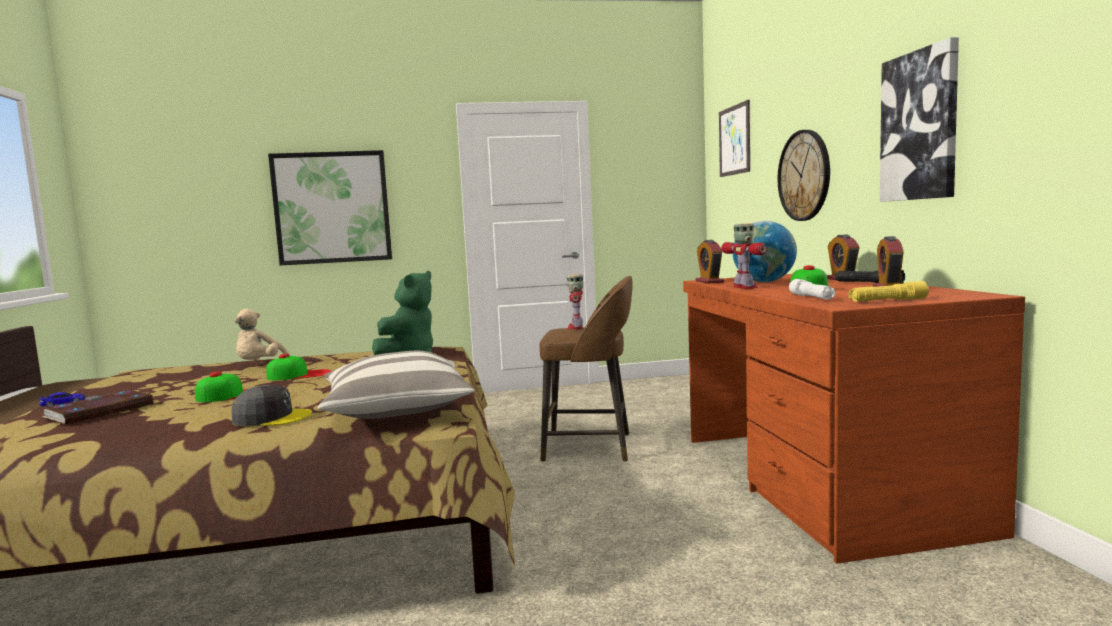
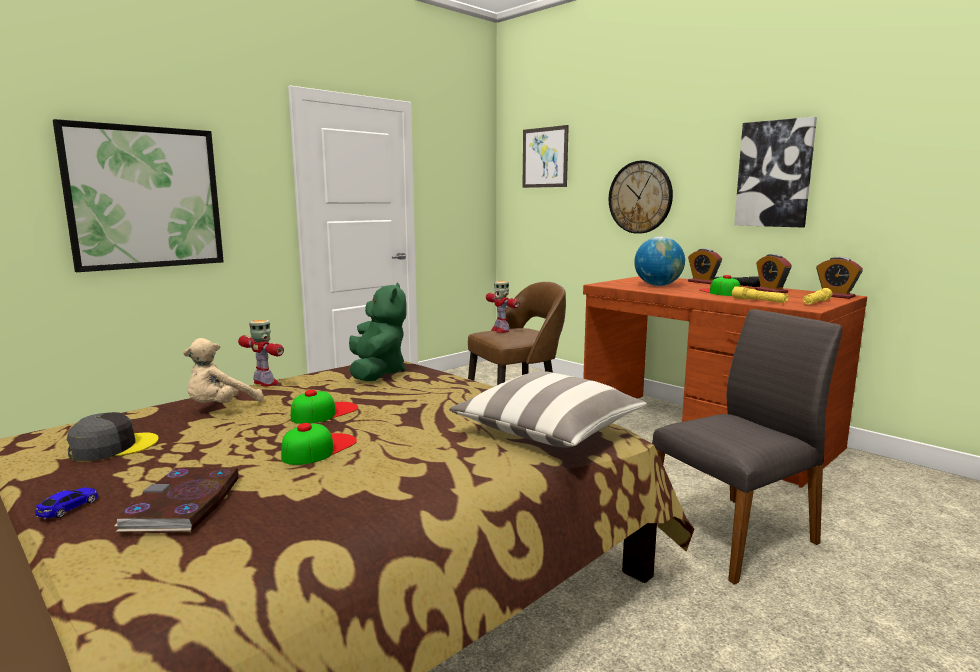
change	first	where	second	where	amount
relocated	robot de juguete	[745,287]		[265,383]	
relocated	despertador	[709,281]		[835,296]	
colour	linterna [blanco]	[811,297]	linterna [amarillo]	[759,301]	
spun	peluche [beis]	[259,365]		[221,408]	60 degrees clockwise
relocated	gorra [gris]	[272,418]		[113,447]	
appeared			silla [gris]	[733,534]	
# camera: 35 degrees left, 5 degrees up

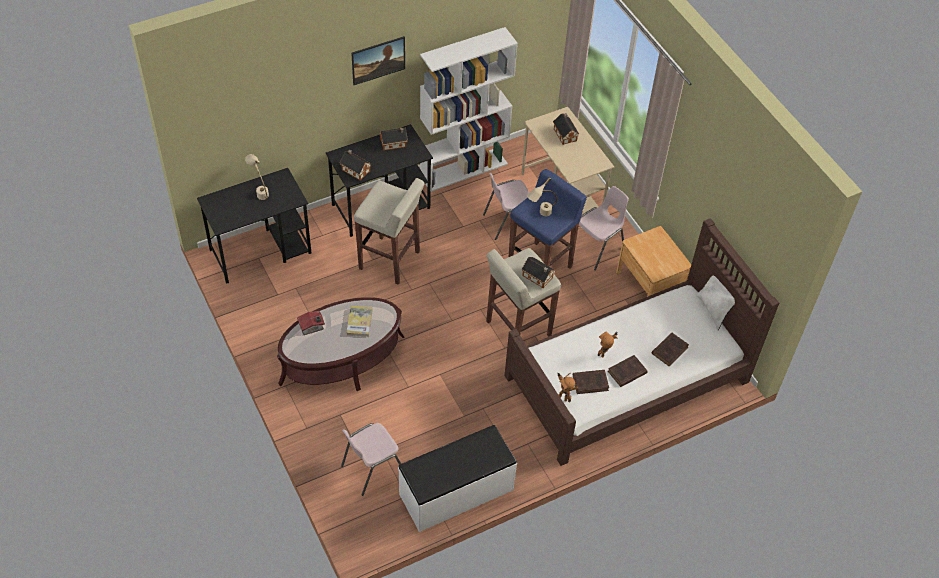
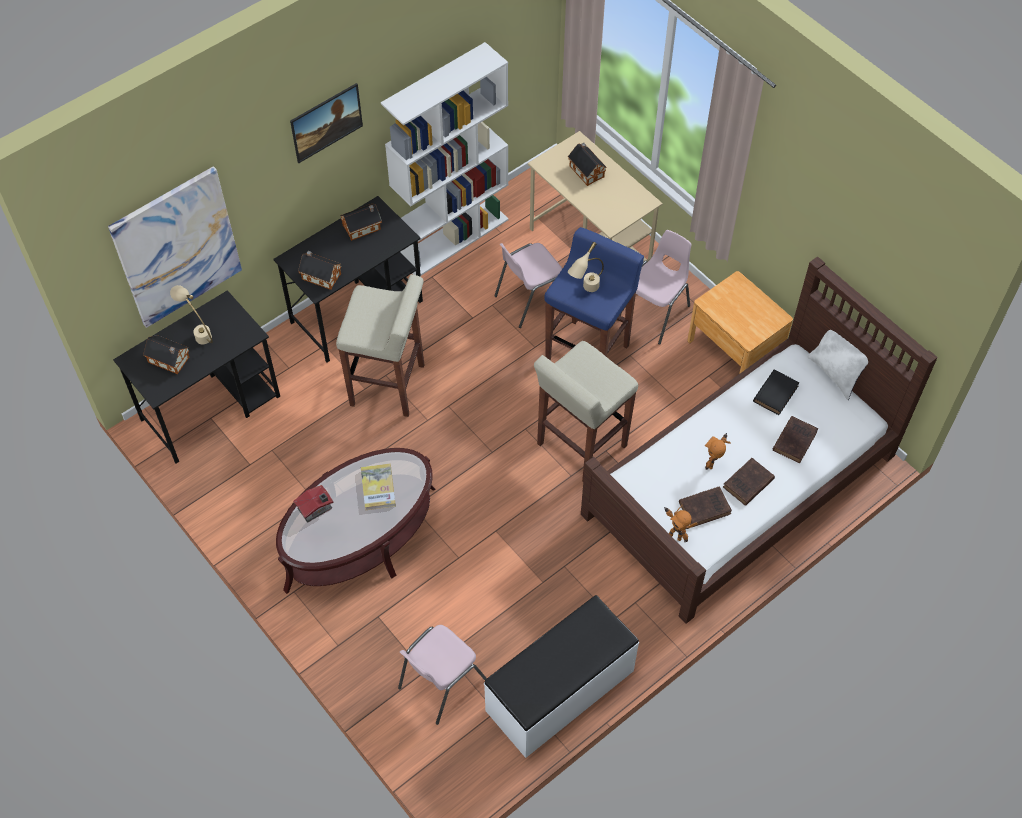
change	first	where	second	where	amount
relocated	casita	[538,277]		[170,360]	
appeared			cuadro	[177,247]	
appeared			libro [negro]	[776,393]	
# camera: 10 degrees left, 5 degrees up

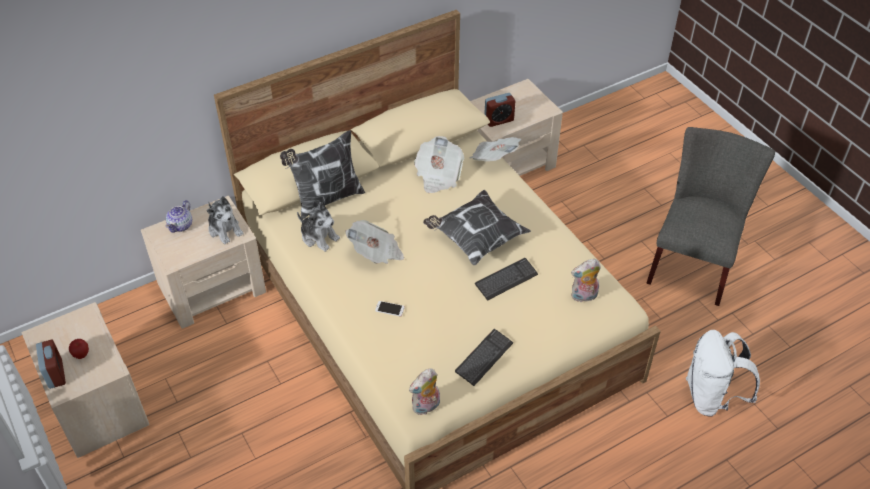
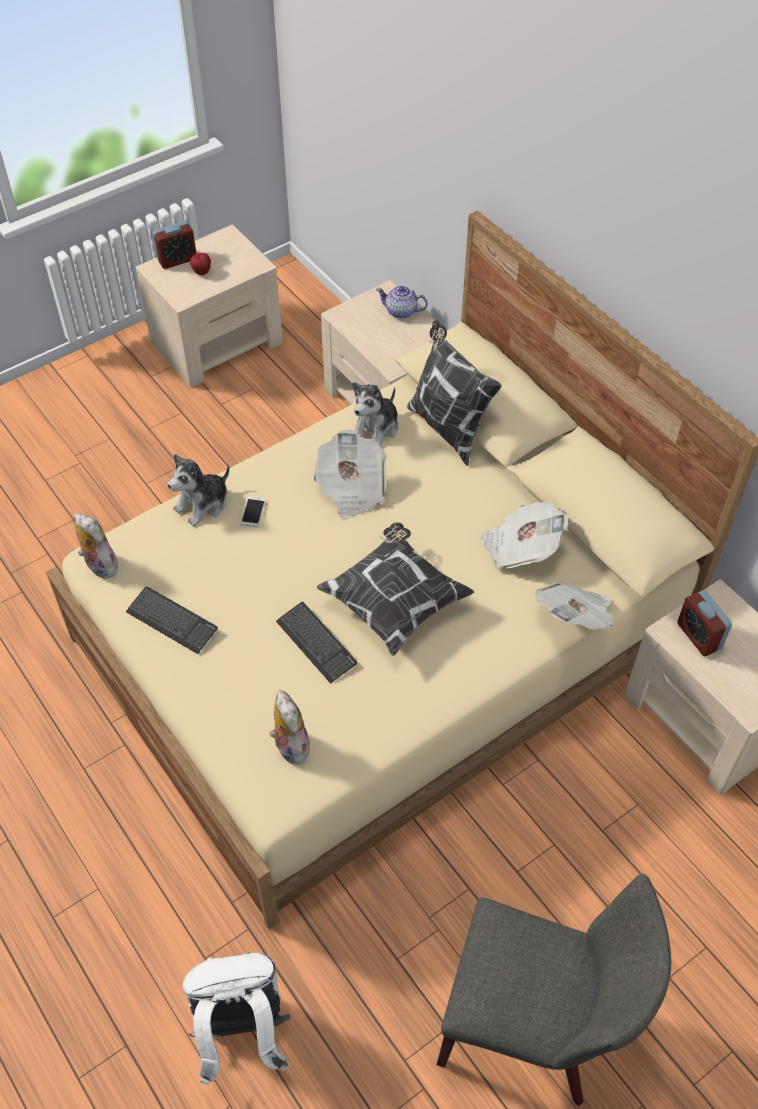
change	first	where	second	where	amount
relocated	peluche	[225,229]		[203,504]	
# camera: 85 degrees right, 5 degrees up

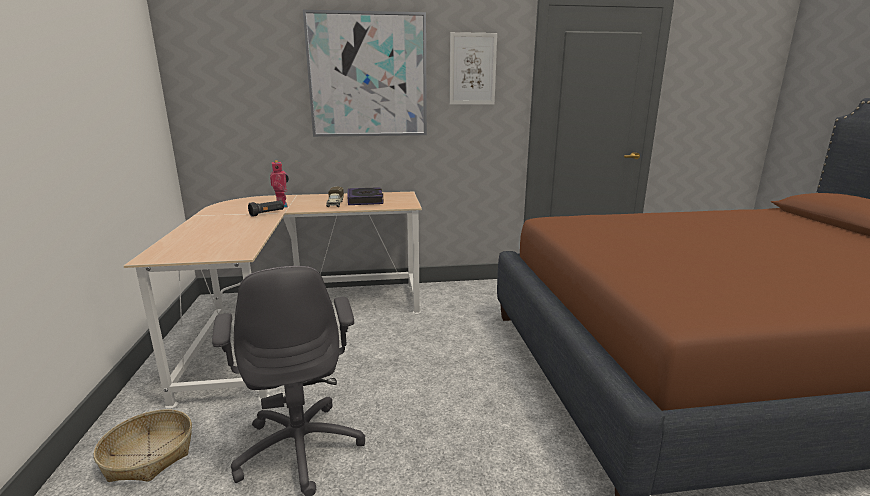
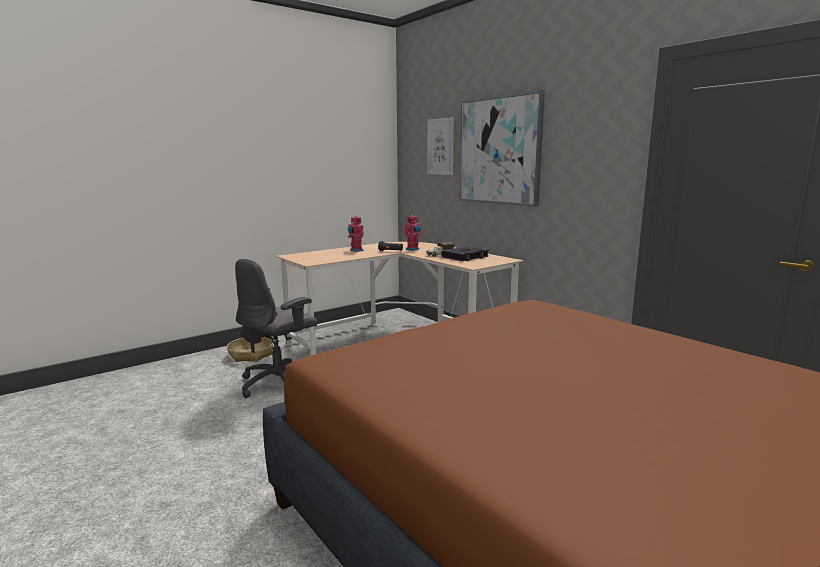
change	first	where	second	where	amount
relocated	cuadro	[472,69]		[440,147]	
appeared			robot de juguete	[356,250]	
# camera: 60 degrees right, 5 degrees down

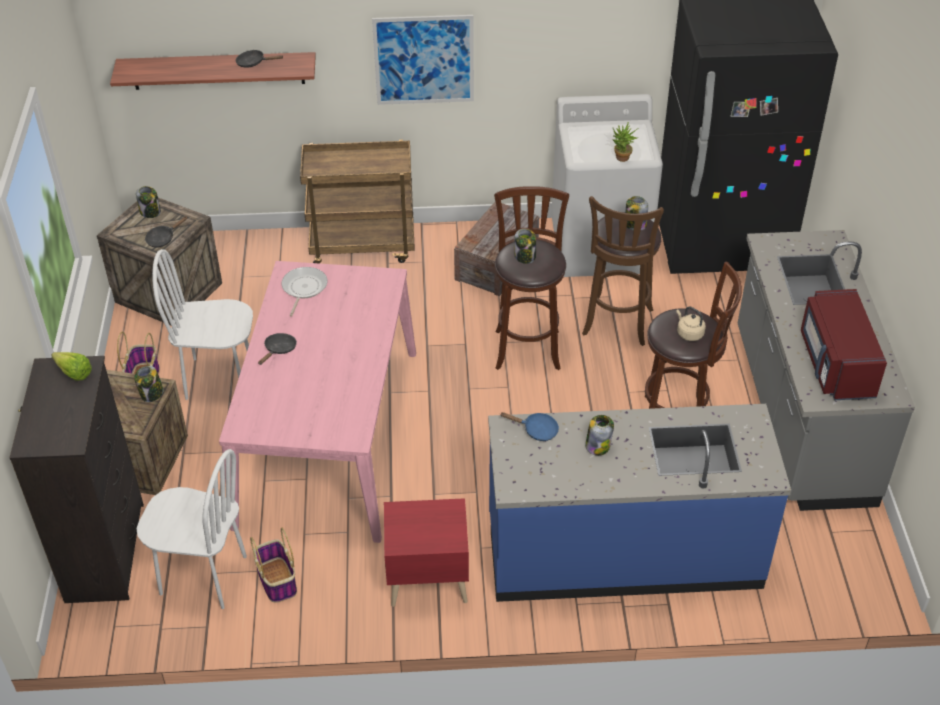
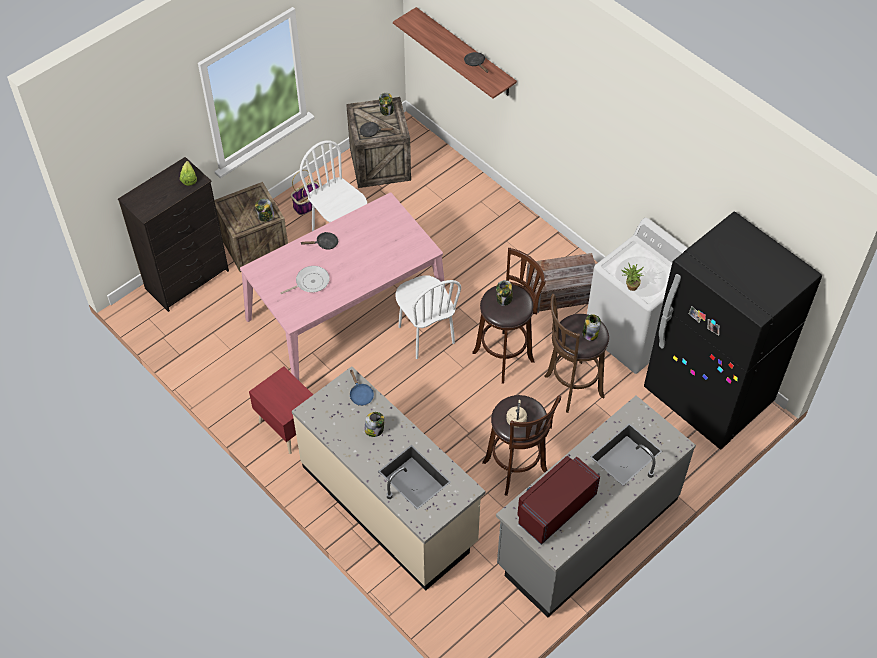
change	first	where	second	where	amount
missing	cuadro	[424,60]			
missing	carrito [marrón]	[363,246]			
relocated	sartén	[303,288]		[310,282]	
colour	mueble bajo de cocina [azul]	[623,552]	mueble bajo de cocina [beis]	[389,504]	
relocated	silla [blanco]	[203,576]		[426,335]	
missing	cesta	[276,580]			
# camera: 50 degrees right, 10 degrees up

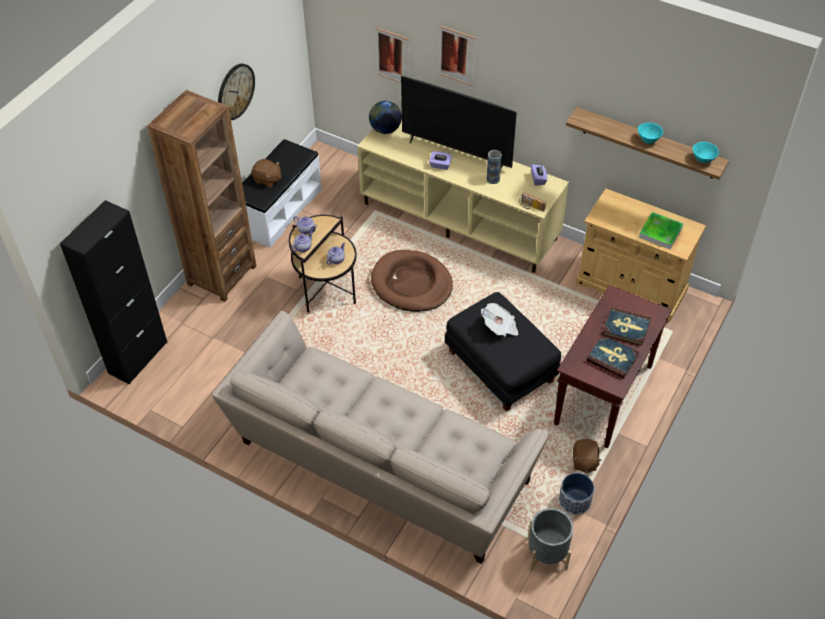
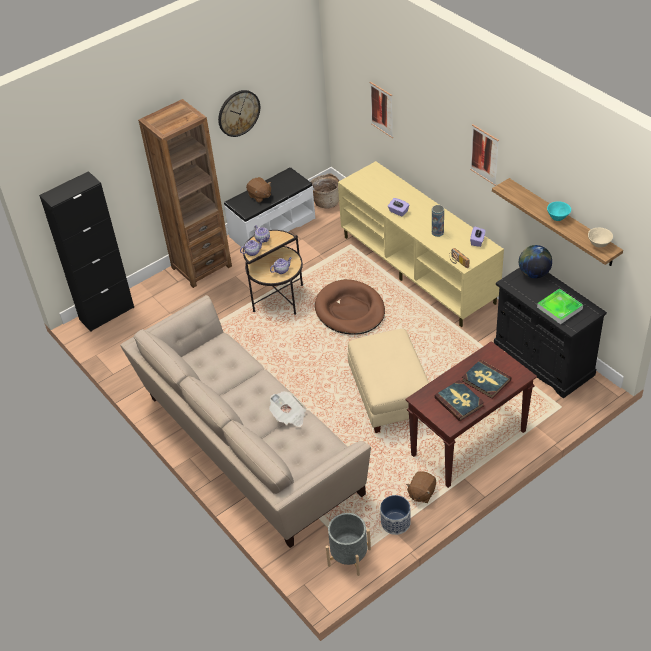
change	first	where	second	where	amount
relocated	cuadro	[457,56]		[484,154]	
missing	televisor	[456,153]			
relocated	globo terráqueo	[385,129]		[534,273]	
colour	cuenco [turquesa]	[703,159]	cuenco [beis]	[598,244]	
colour	armario [beis]	[631,287]	armario [negro]	[543,360]	
colour	puf [negro]	[501,367]	puf [beis]	[391,396]	
relocated	periódico	[500,327]		[289,416]	
appeared			cesta	[326,201]	
# camera: 25 degrees right, 5 degrees down

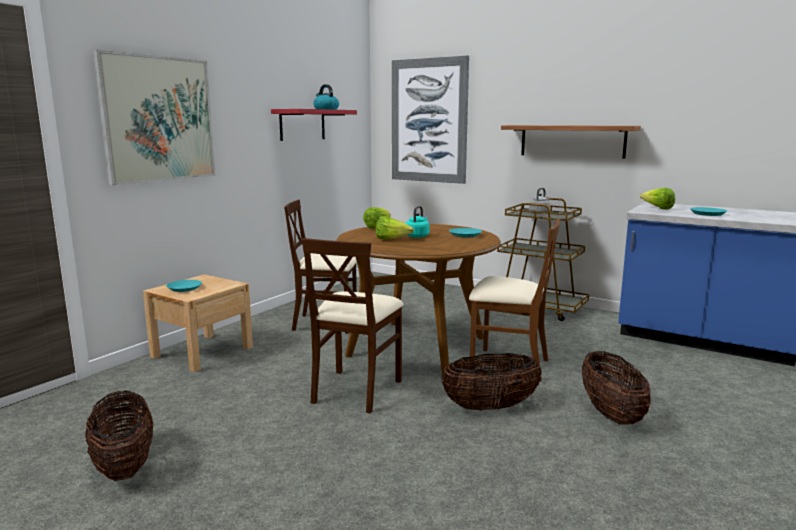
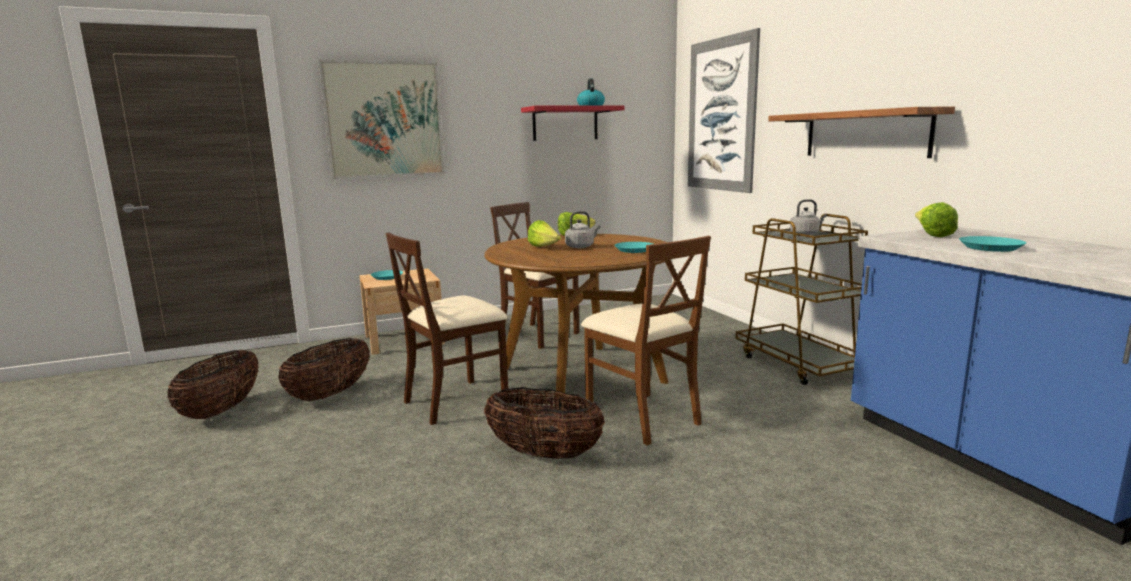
change	first	where	second	where	amount
colour	hervidor [turquesa]	[417,236]	hervidor [gris]	[581,246]	
relocated	cesta	[611,414]		[330,394]	
# camera: 35 degrees right, 0 degrees up

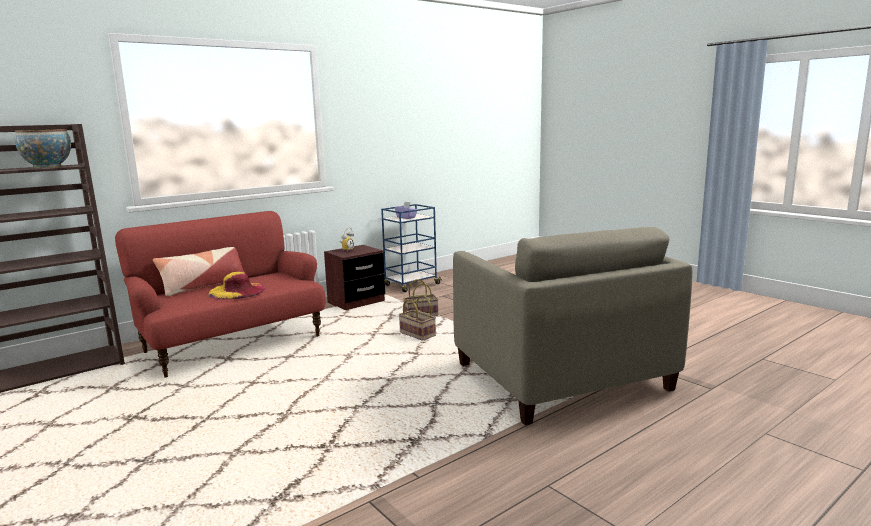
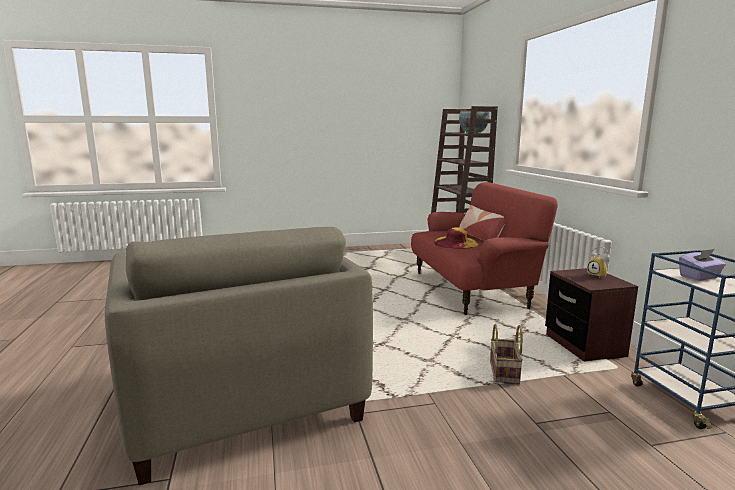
change	first	where	second	where	amount
spun	sillón [beis]	[560,376]		[241,400]	120 degrees counterclockwise
missing	cesta	[416,334]			
# camera: 115 degrees right, 0 degrees up

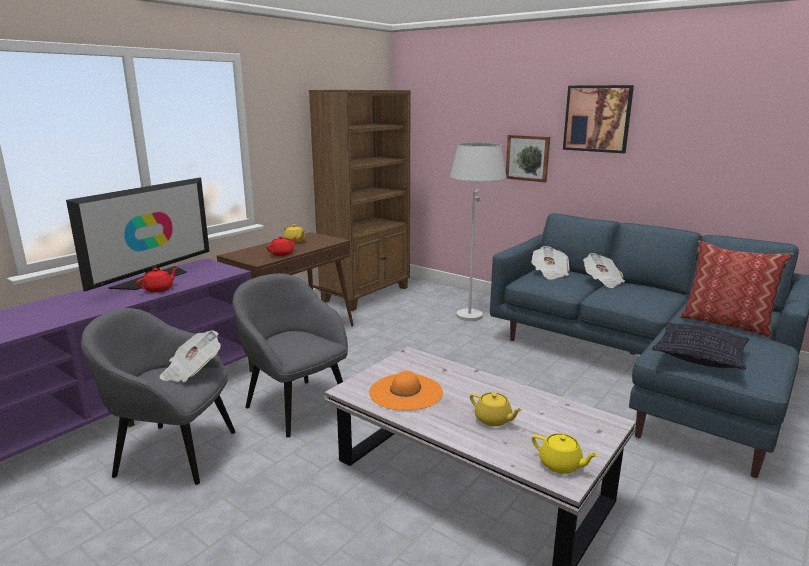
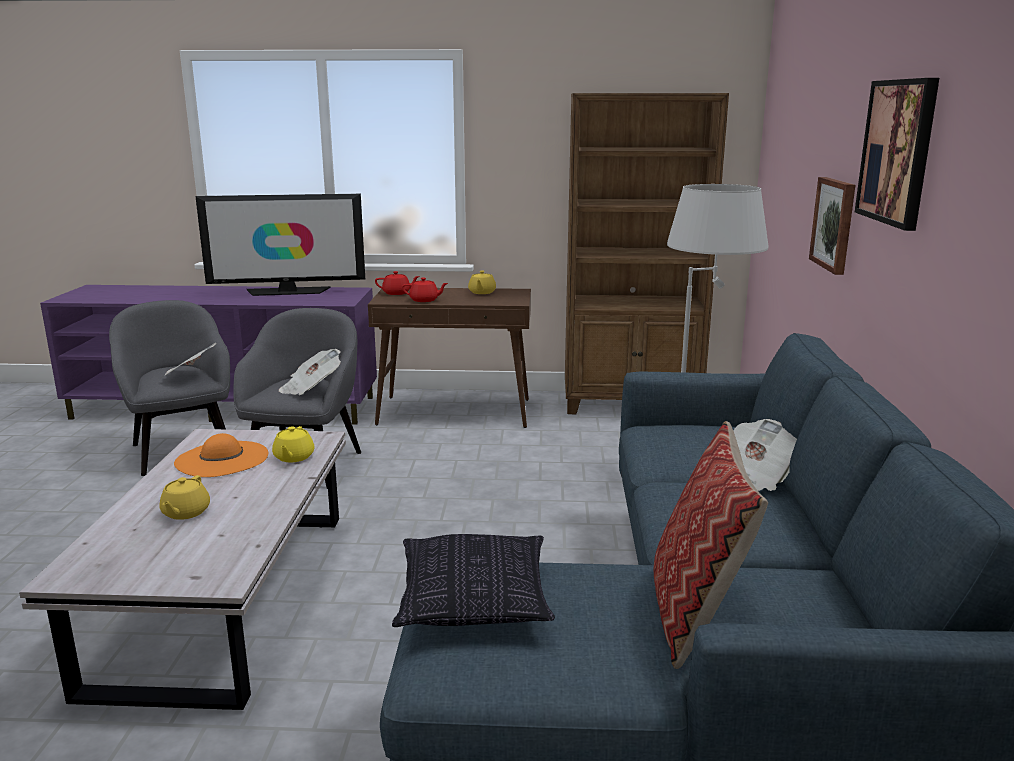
change	first	where	second	where	amount
relocated	periódico	[549,273]		[311,388]	
relocated	tetera [rojo]	[159,289]		[397,293]	
relocated	tetera [amarillo]	[561,465]		[293,457]	
# camera: 55 degrees right, 0 degrees up

